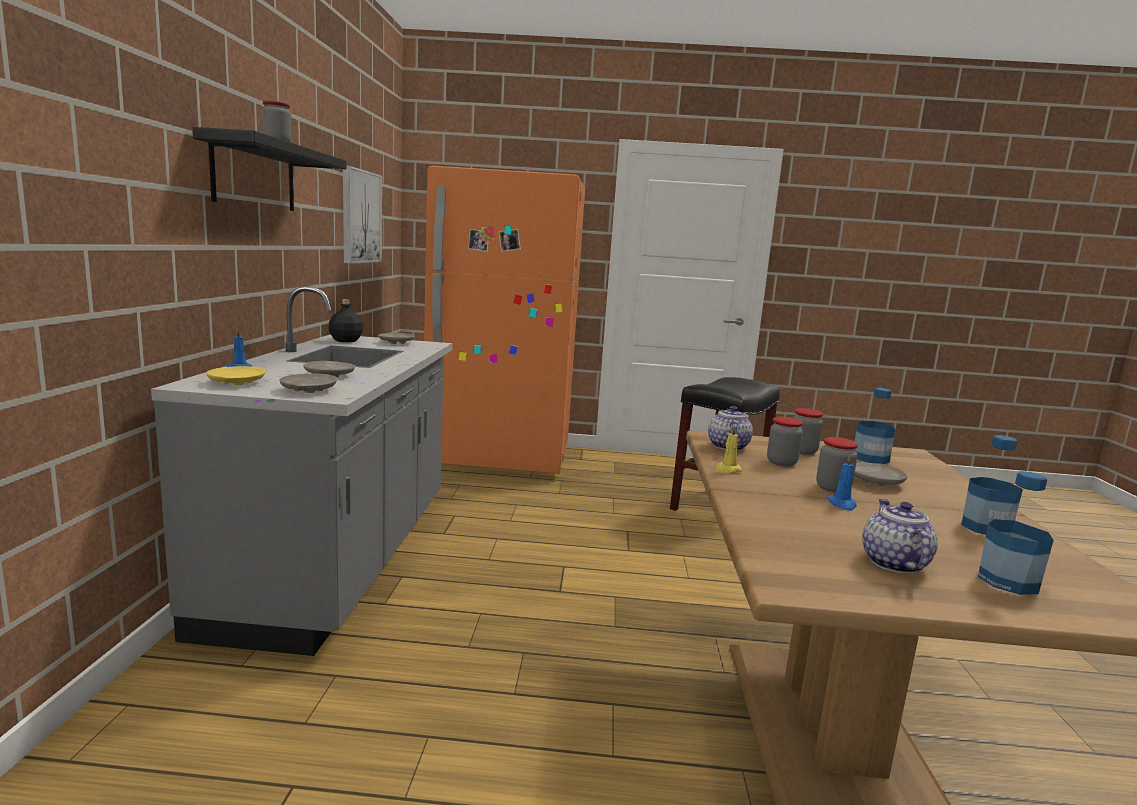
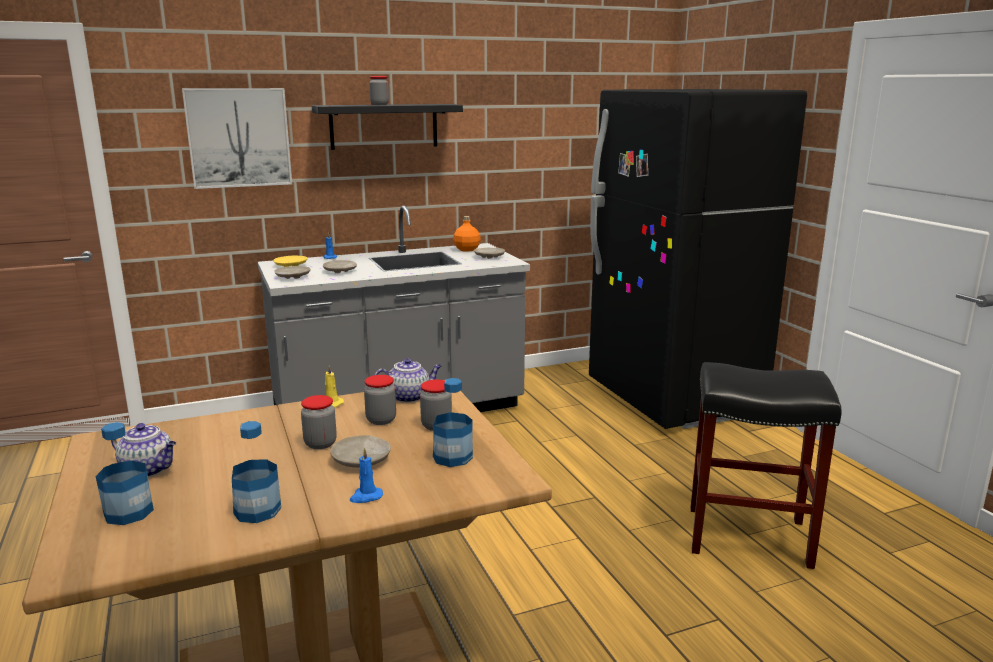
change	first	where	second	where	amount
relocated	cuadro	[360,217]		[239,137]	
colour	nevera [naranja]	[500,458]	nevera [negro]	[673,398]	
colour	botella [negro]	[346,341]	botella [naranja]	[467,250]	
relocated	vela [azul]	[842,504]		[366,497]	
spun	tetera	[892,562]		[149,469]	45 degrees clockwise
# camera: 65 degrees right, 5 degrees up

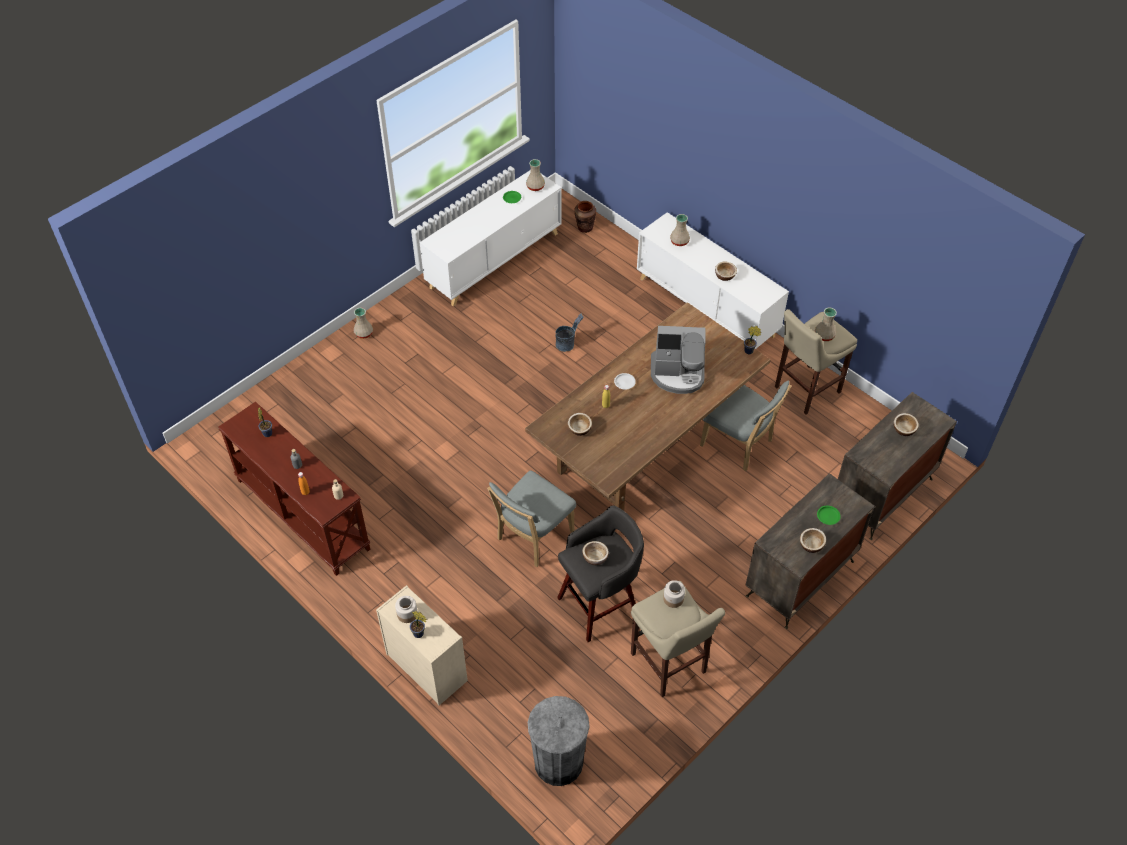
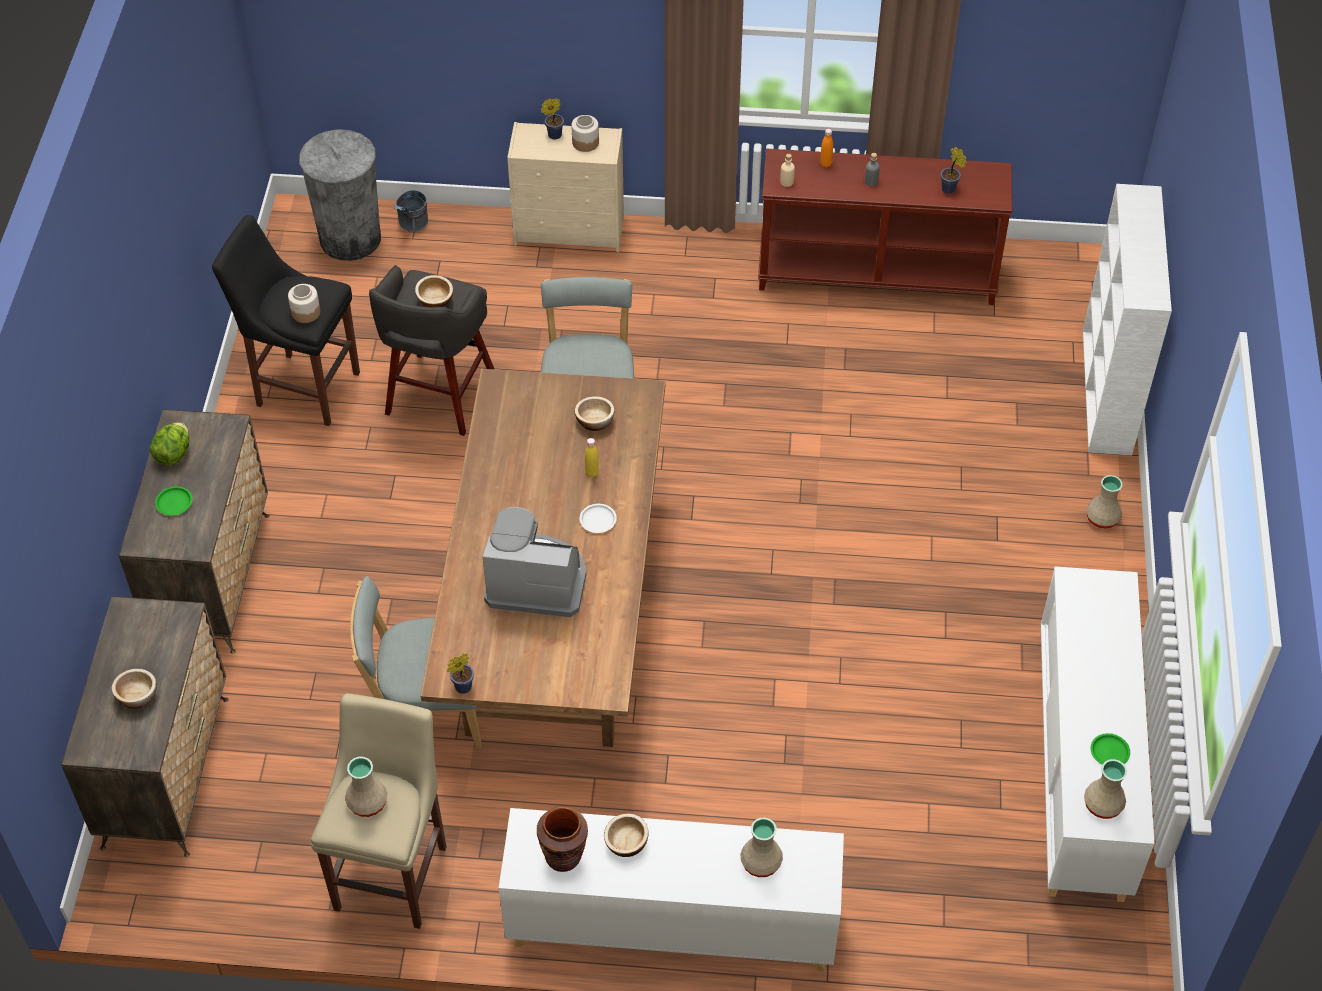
change	first	where	second	where	amount
relocated	florero [marrón]	[585,227]		[563,856]	
relocated	cubo [gris]	[567,343]		[412,225]	
spun	cafetera	[678,374]		[536,581]	45 degrees clockwise
exchanged	cuenco	[811,545]	lechuga	[173,454]	
colour	taburete [beis]	[670,666]	taburete [negro]	[303,387]	
appeared			estantería [blanco]	[1107,393]	
# camera: 140 degrees right, 0 degrees up

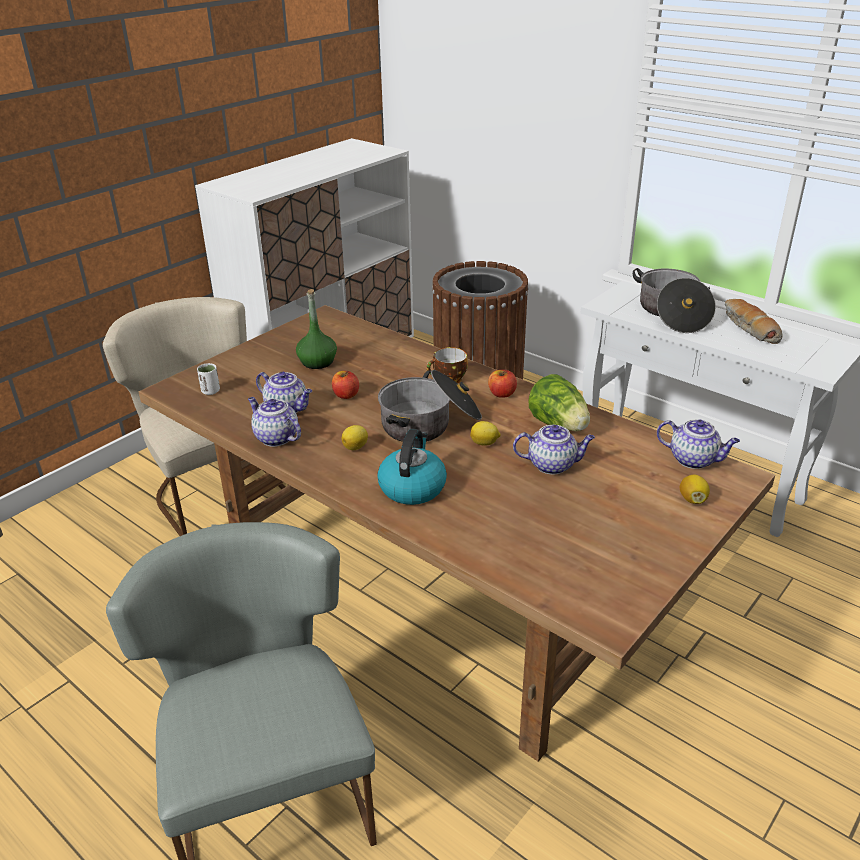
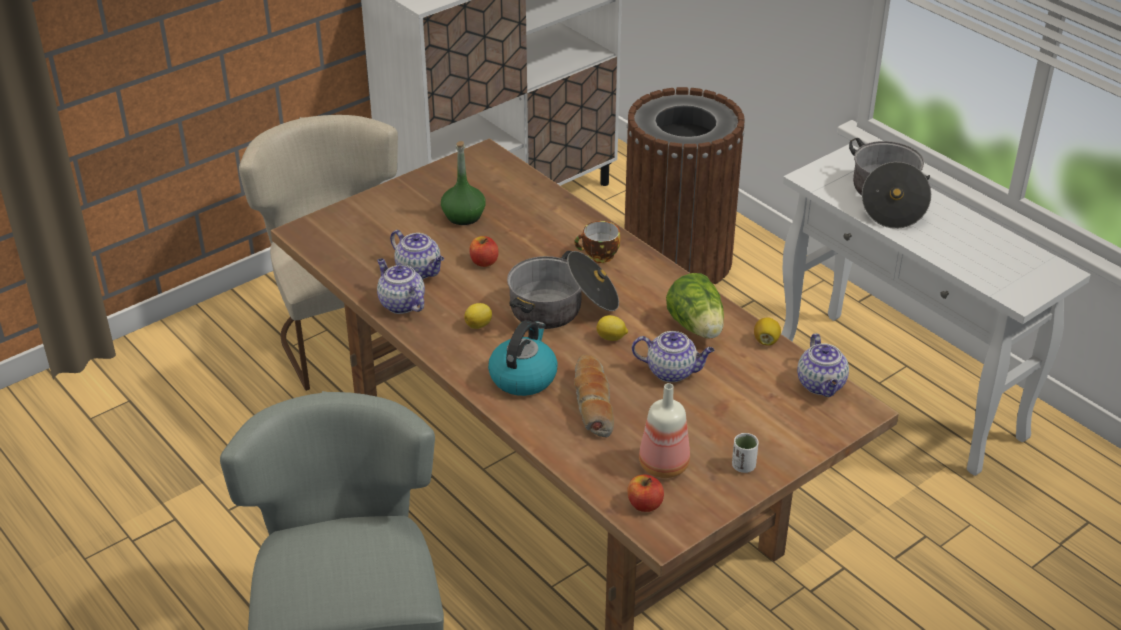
change	first	where	second	where	amount
relocated	pan	[749,328]		[592,403]	
relocated	taza [blanco]	[210,391]		[743,466]	
relocated	manzana	[502,394]		[644,504]	
spun	tetera	[694,459]		[821,385]	45 degrees clockwise
relocated	limón	[692,499]		[766,341]	
appeared			botella	[664,466]	
# camera: 10 degrees right, 5 degrees up

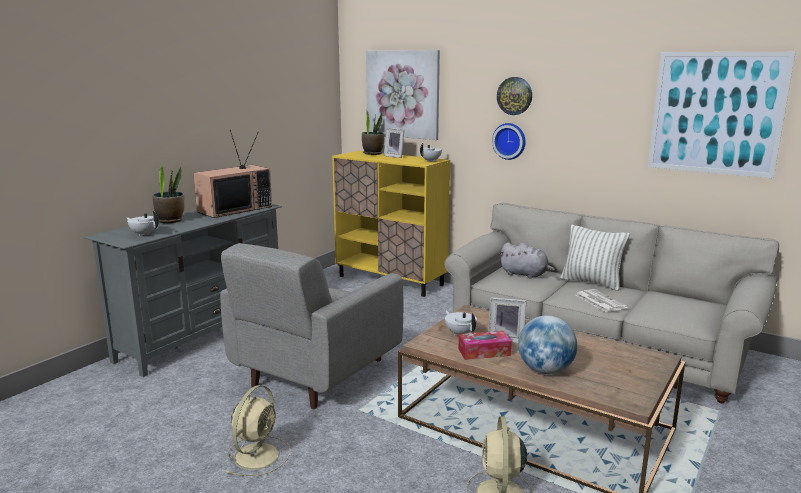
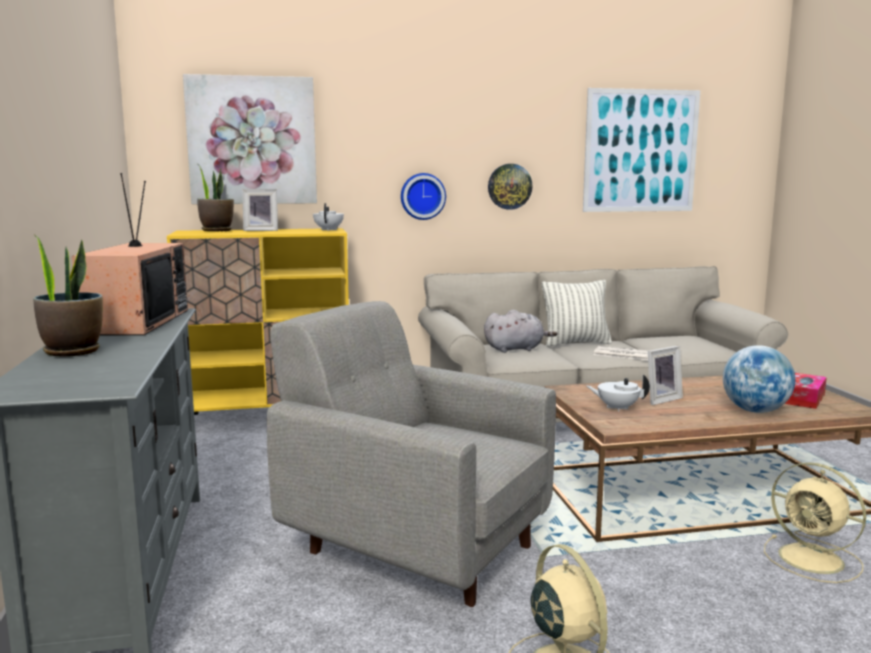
change	first	where	second	where	amount
relocated	reloj de pared	[514,96]		[509,186]	
missing	tetera [blanco]	[144,234]			
spun	sillón [gris]	[315,375]		[414,546]	135 degrees clockwise
relocated	caja de pañuelos	[484,352]		[804,399]	
# camera: 45 degrees left, 5 degrees down

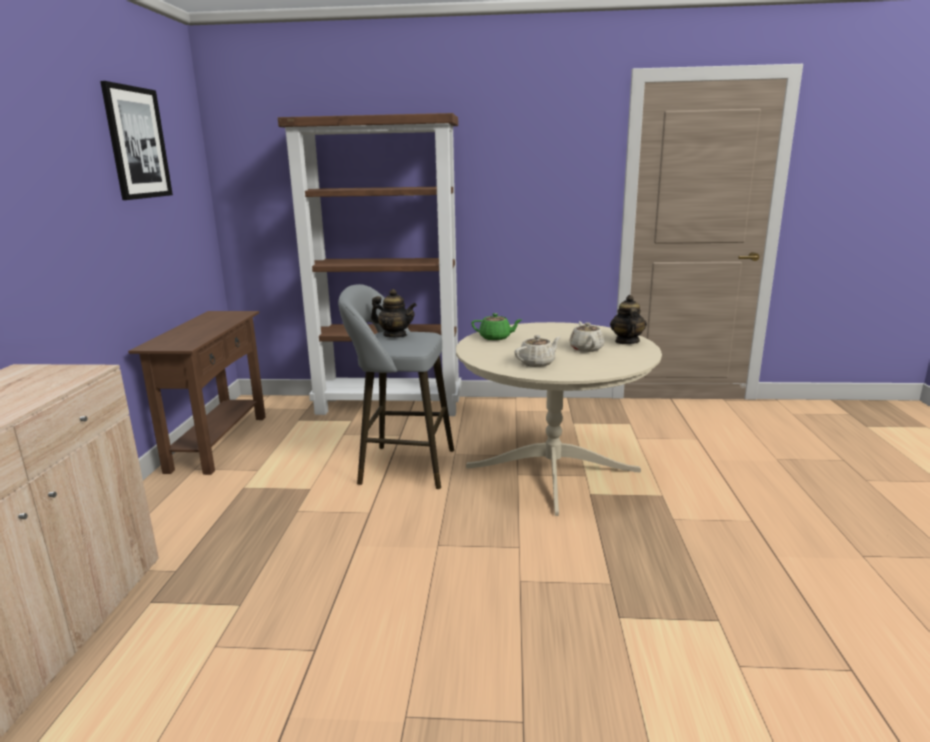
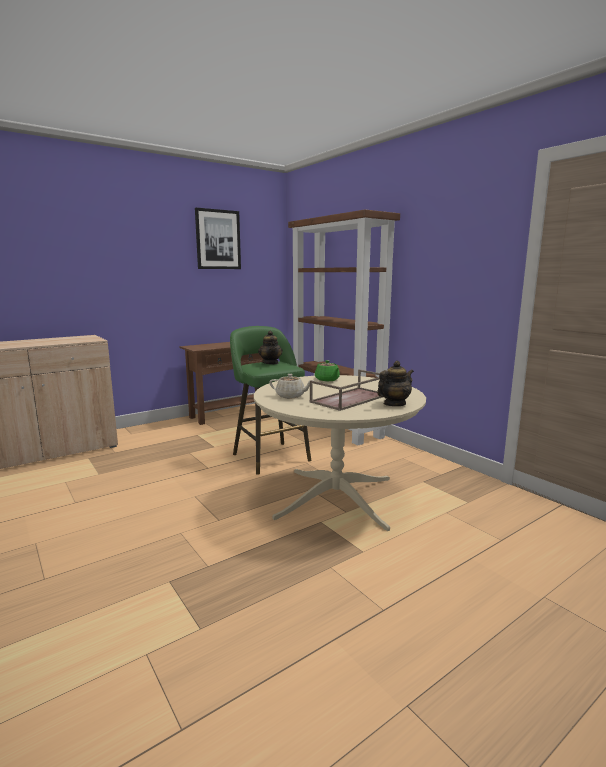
change	first	where	second	where	amount
colour	taburete [gris]	[401,466]	taburete [verde]	[269,456]	
exchanged	tetera [beis]	[586,348]	bandeja [marrón]	[350,399]	
# camera: 50 degrees right, 5 degrees down

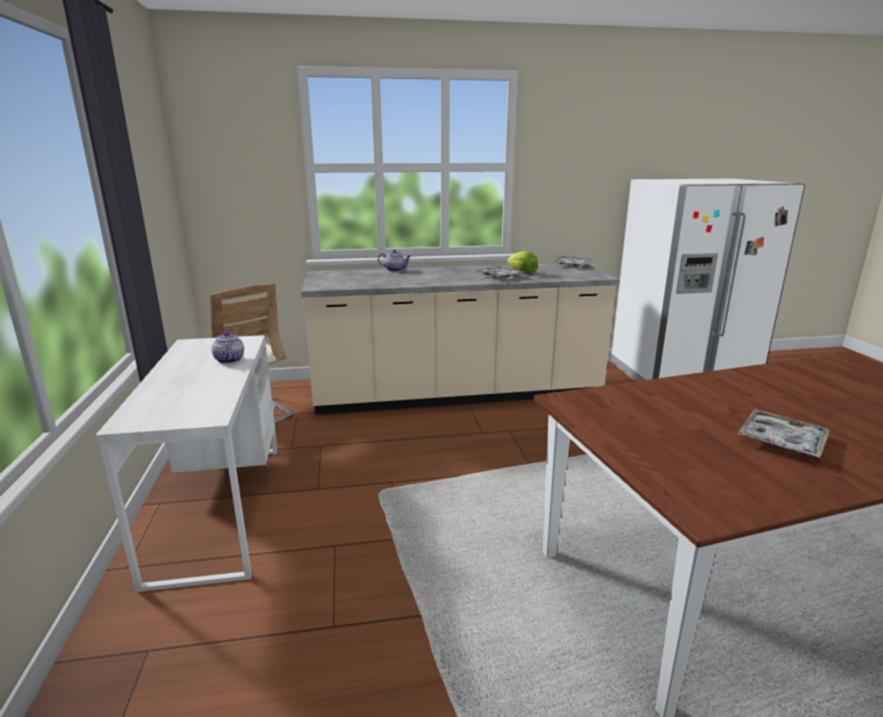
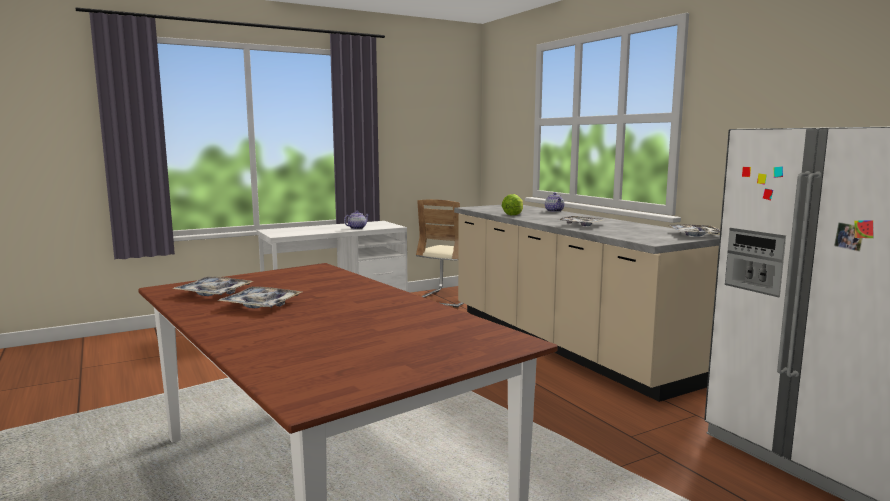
change	first	where	second	where	amount
relocated	lechuga	[522,272]		[513,214]	
appeared			bandeja	[214,293]	
# camera: 70 degrees right, 10 degrees down

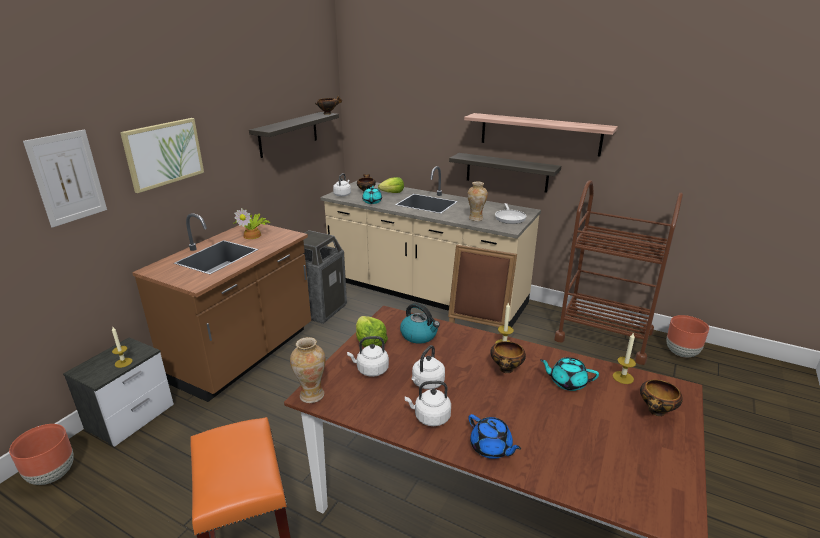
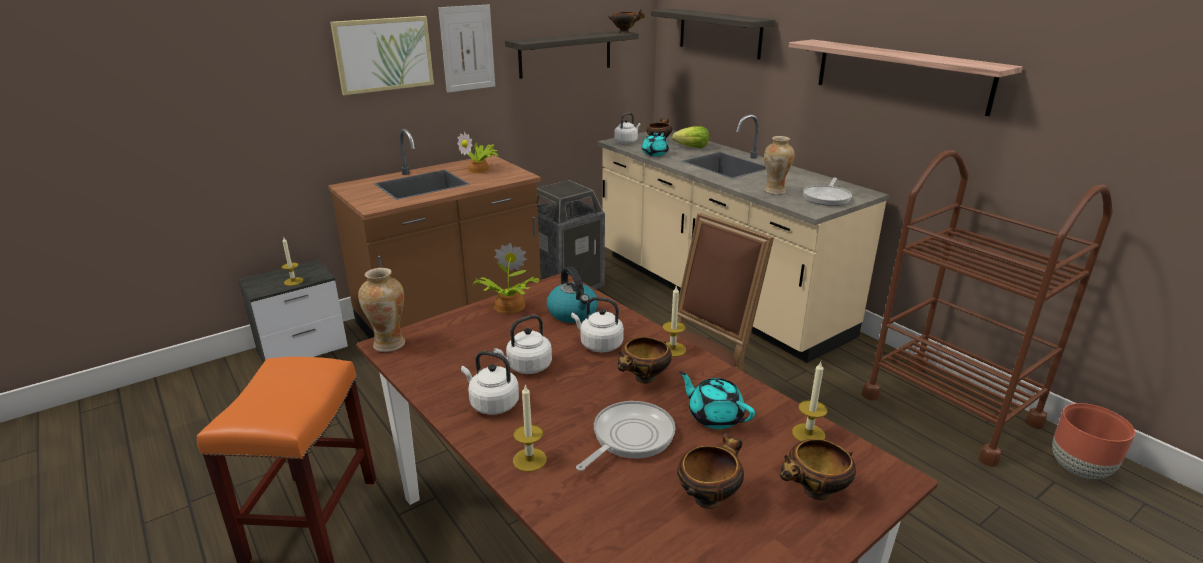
change	first	where	second	where	amount
relocated	cuadro	[67,178]		[467,48]	
relocated	estante	[506,172]		[719,33]	
exchanged	lechuga	[370,341]	planta en maceta	[508,306]	
relocated	hervidor [blanco]	[370,370]		[599,345]	
exchanged	tetera [azul]	[491,448]	vela	[529,460]	
missing	maceta [marrón]	[53,474]			
appeared			sartén	[629,437]	
appeared			cuenco	[708,497]	
# camera: 25 degrees right, 0 degrees up

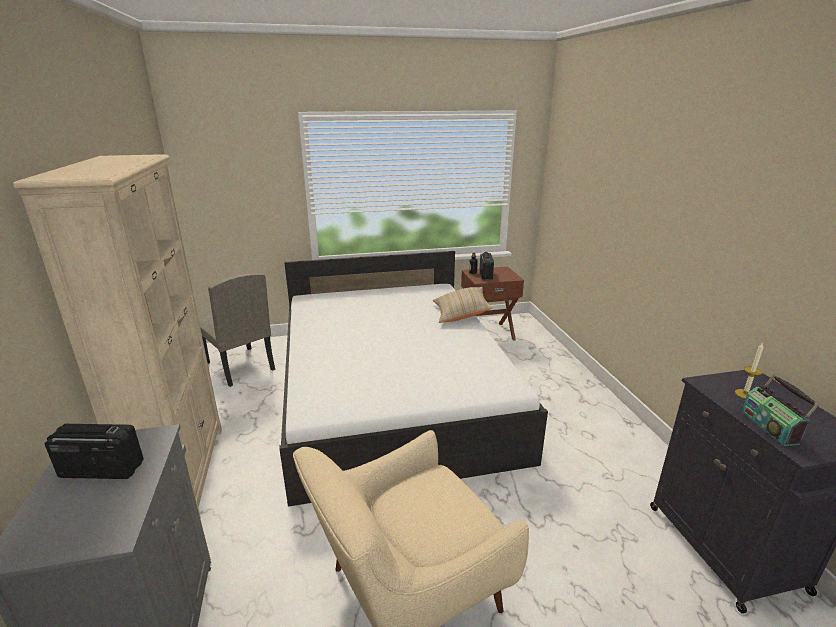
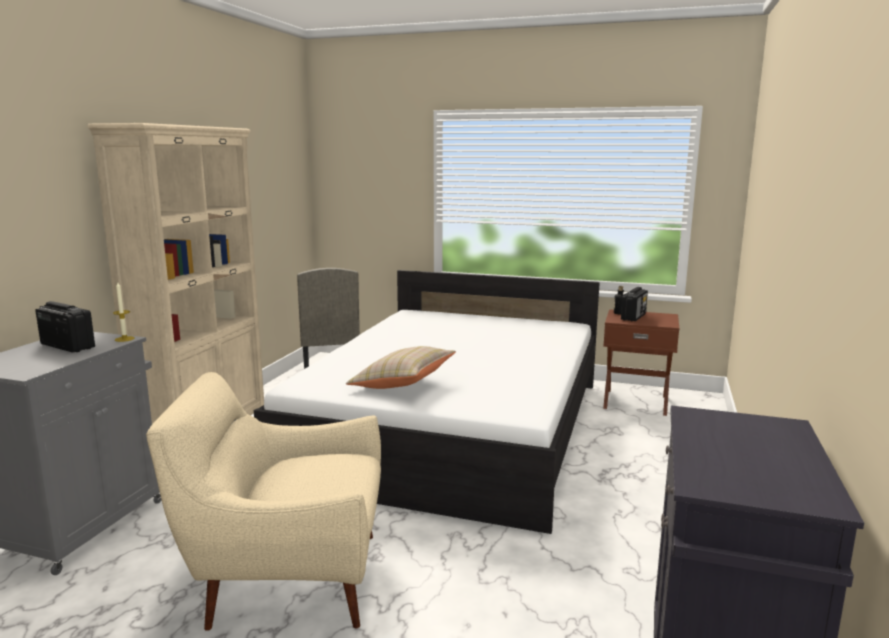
change	first	where	second	where	amount
relocated	cojín [beis]	[461,314]		[402,384]	
relocated	vela	[745,394]		[124,339]	
missing	radio	[770,427]			
# camera: 30 degrees right, 10 degrees down

